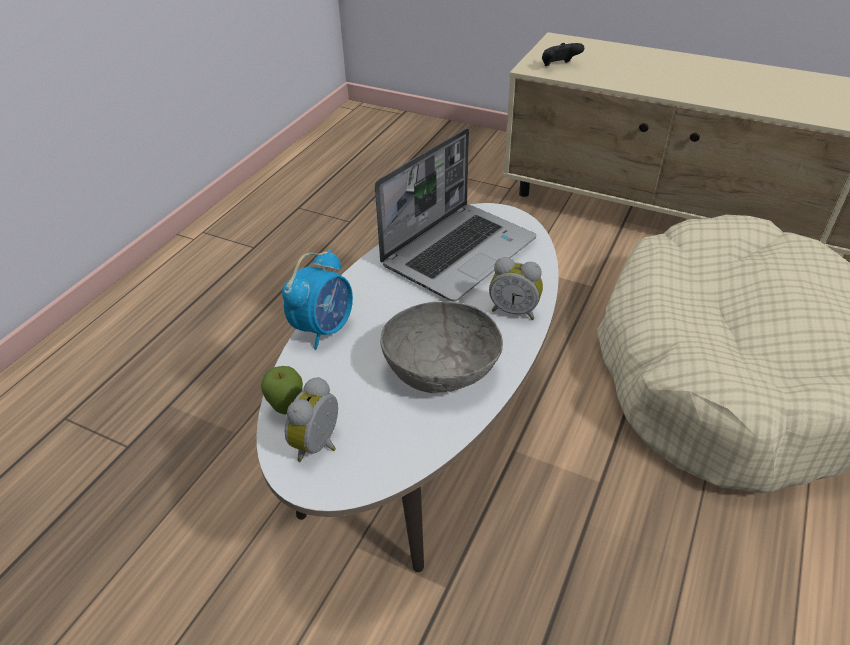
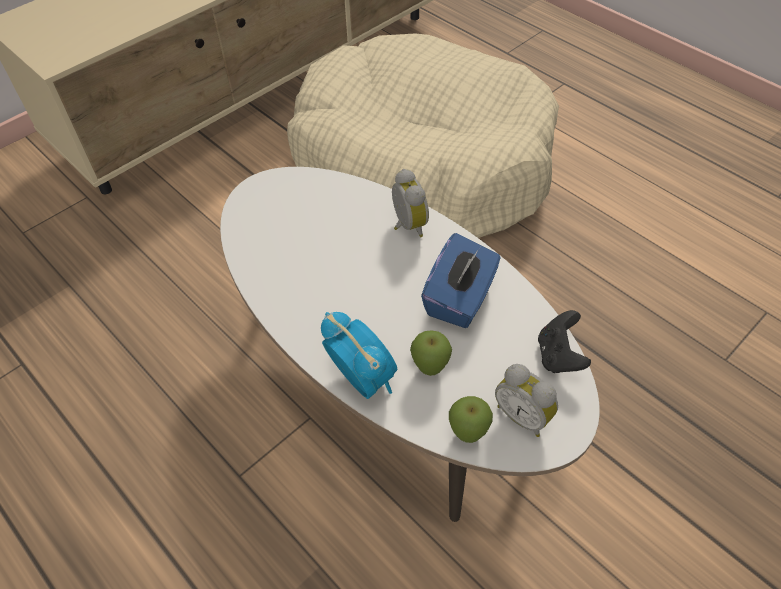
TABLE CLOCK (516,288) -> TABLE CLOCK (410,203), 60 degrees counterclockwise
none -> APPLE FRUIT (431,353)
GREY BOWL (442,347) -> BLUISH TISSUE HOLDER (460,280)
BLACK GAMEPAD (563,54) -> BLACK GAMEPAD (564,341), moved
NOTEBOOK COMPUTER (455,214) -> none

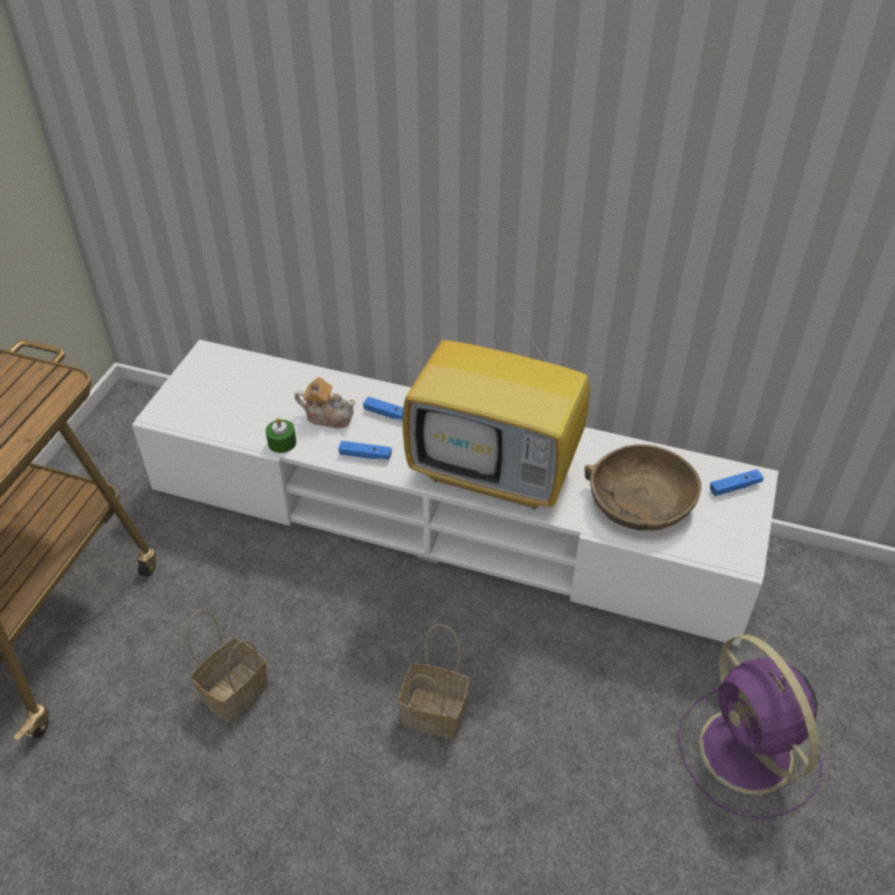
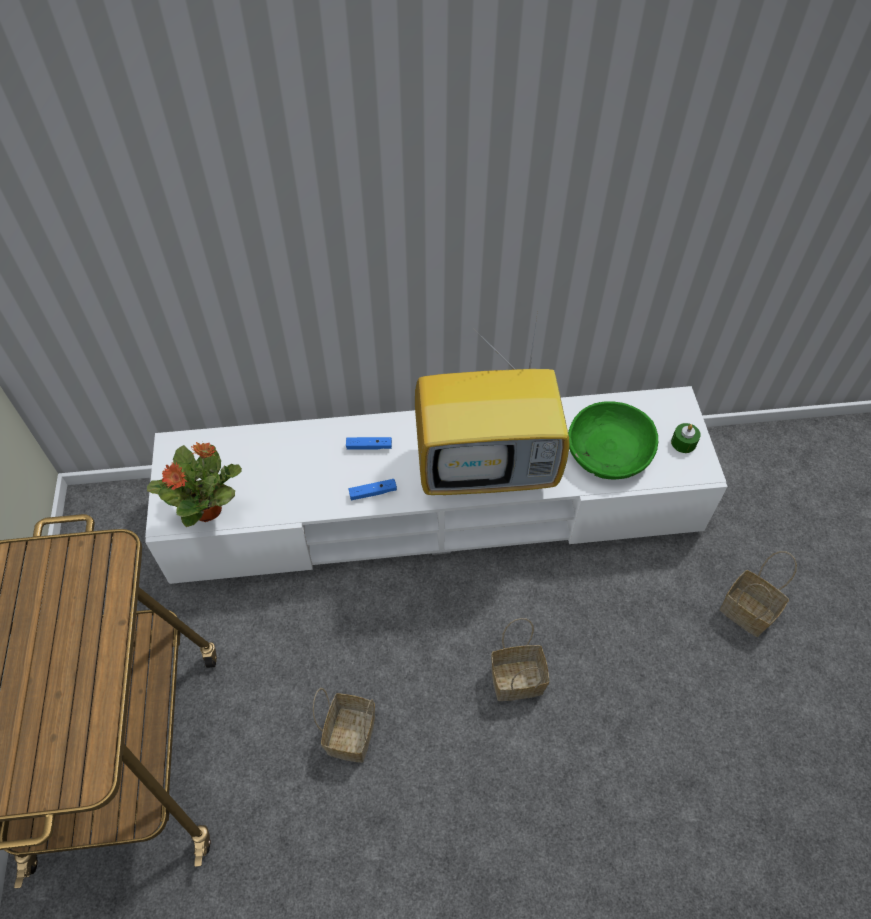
none -> HOUSEPLANT (194,484)
BROWNISH BOWL (643,487) -> GREEN BOWL (613,440)
GREEN WAX CANDLE (281,435) -> GREEN WAX CANDLE (686,438), moved
PURPLE-COLOURED FAN (750,727) -> STORAGE BASKET (758,594)
TEA POT (325,402) -> none
BLUISH GAMEPAD (736,482) -> none

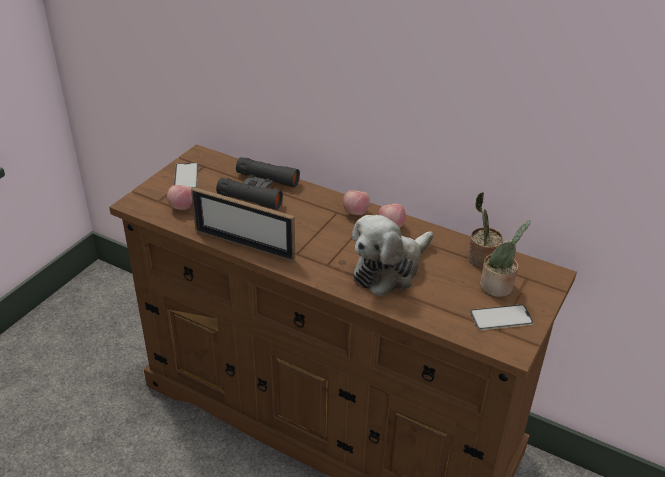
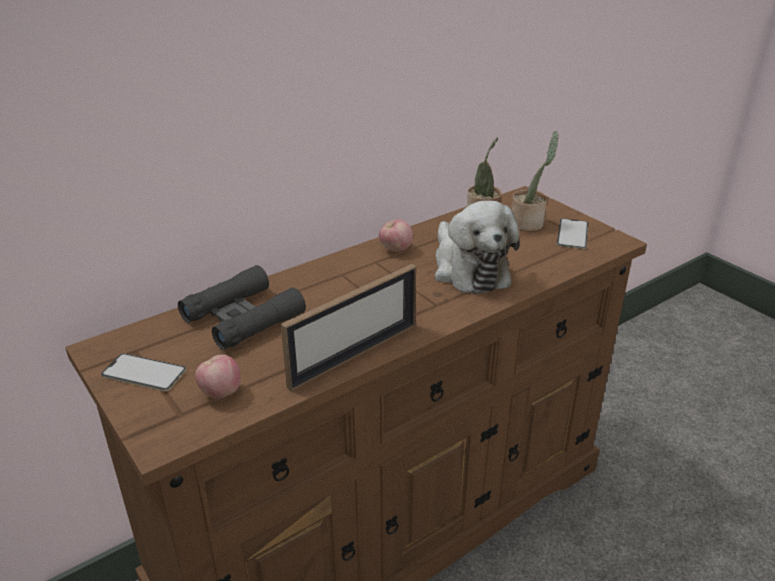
APPLE FRUIT (356,202) -> none

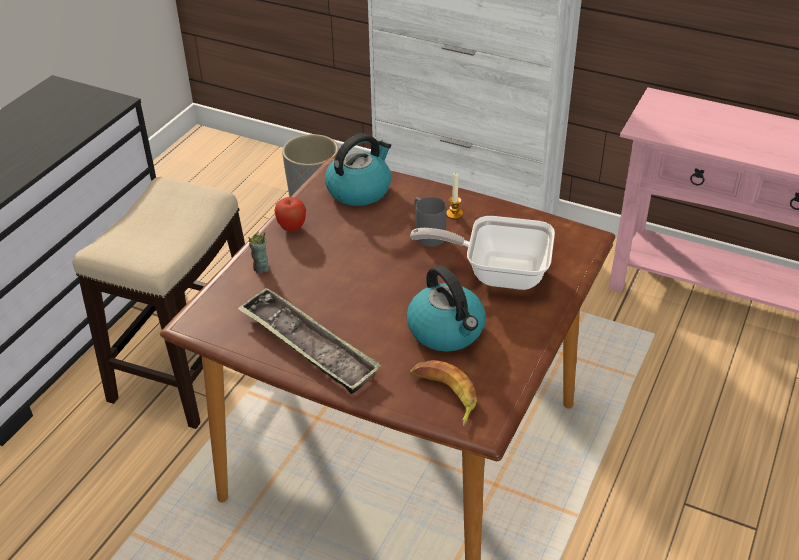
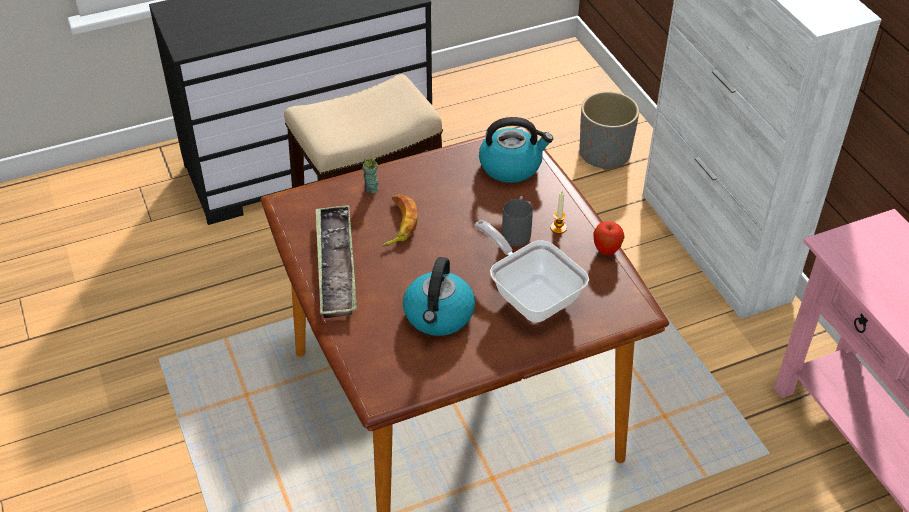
WHOLE BANANA (443,393) -> WHOLE BANANA (399,220), moved
APPLE FRUIT (290,214) -> APPLE FRUIT (609,238), moved

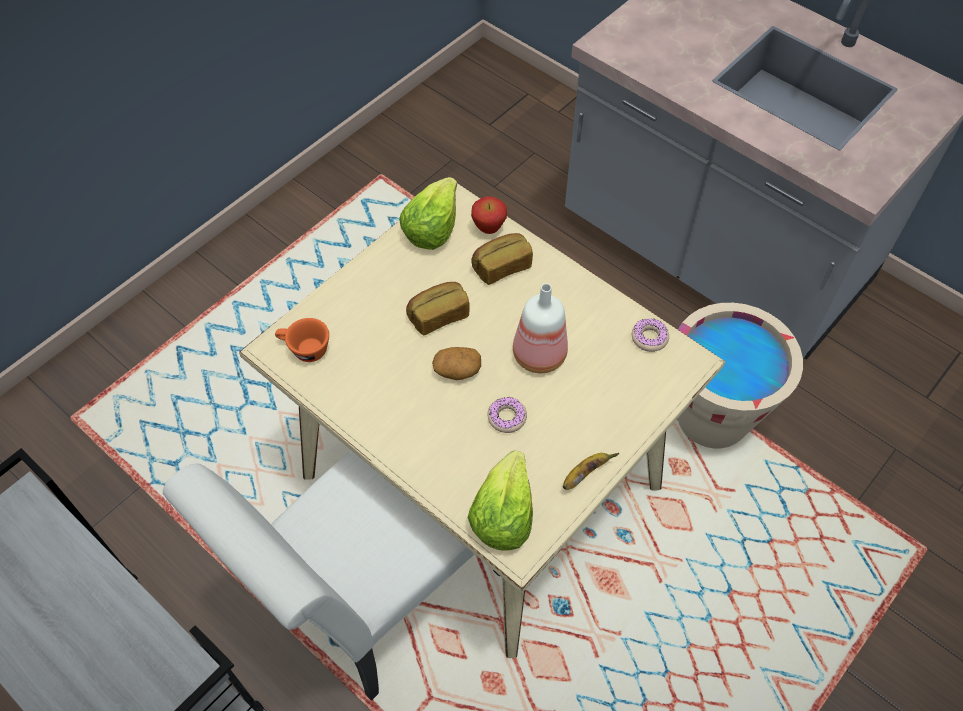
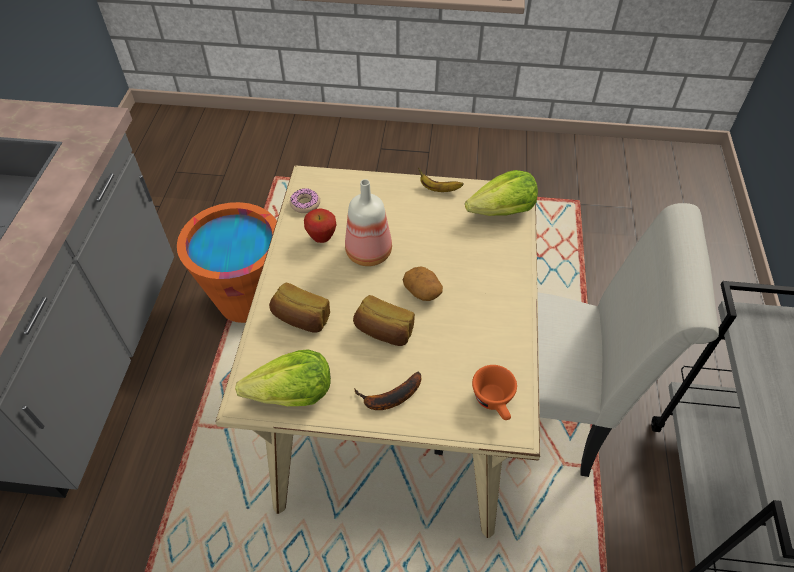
BEIGE-COLOURED PAIL (740,376) -> ORANGE PAIL (227,262)
APPLE FRUIT (489,215) -> APPLE FRUIT (320,225), moved
none -> WHOLE BANANA (387,390)
RING DOUGHNUT (507,415) -> none

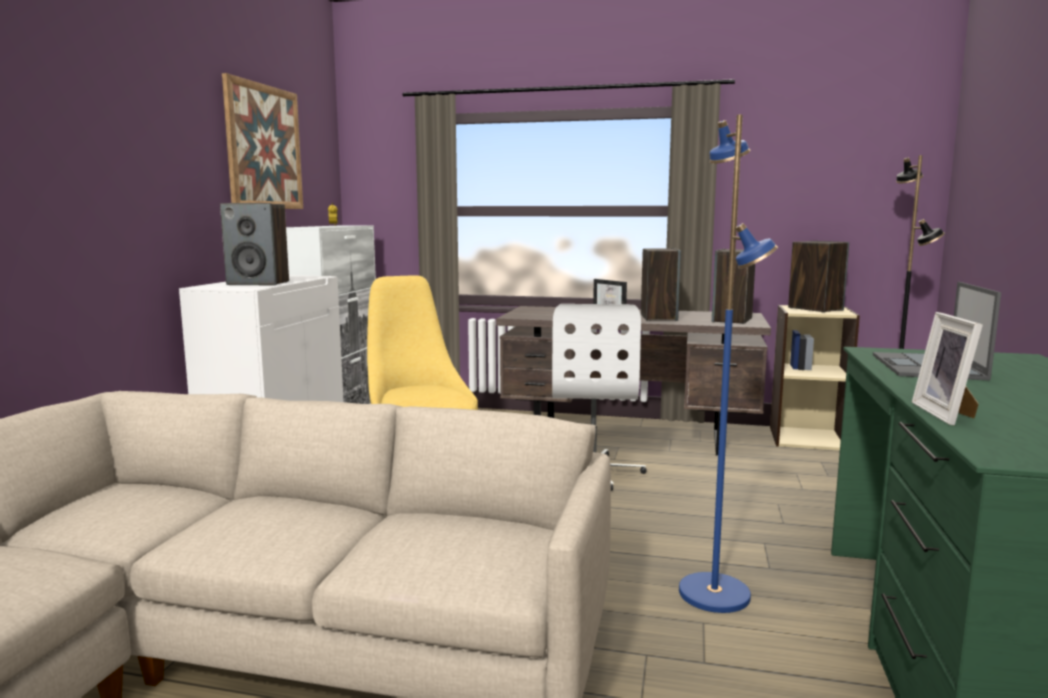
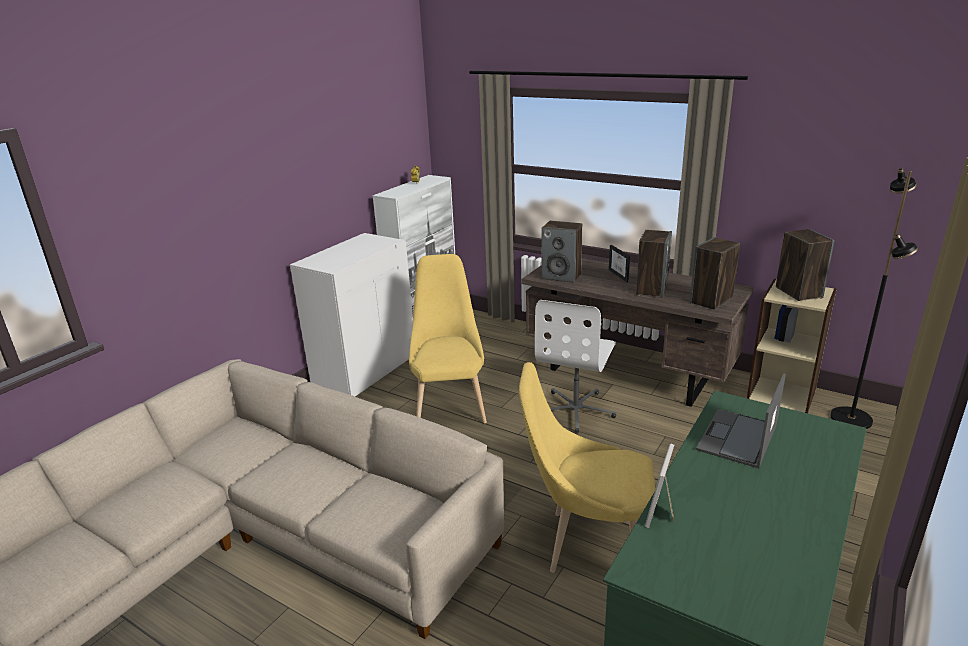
BLUISH STANDING LAMP (728,364) -> YELLOW-COLOURED CHAIR (587,467)
LOUDSPEAKER (254,244) -> LOUDSPEAKER (562,252), moved
PICTURE (262,141) -> none

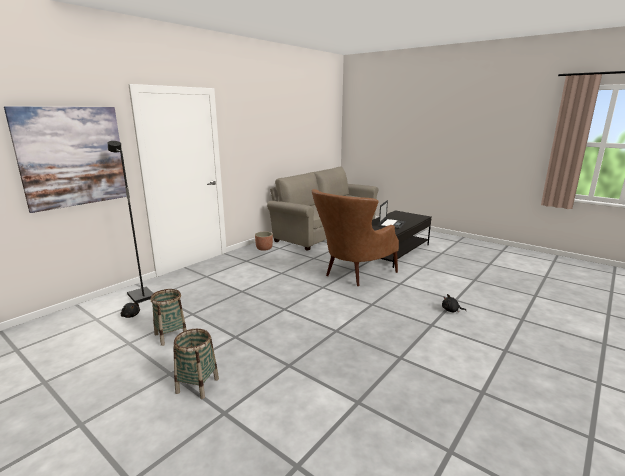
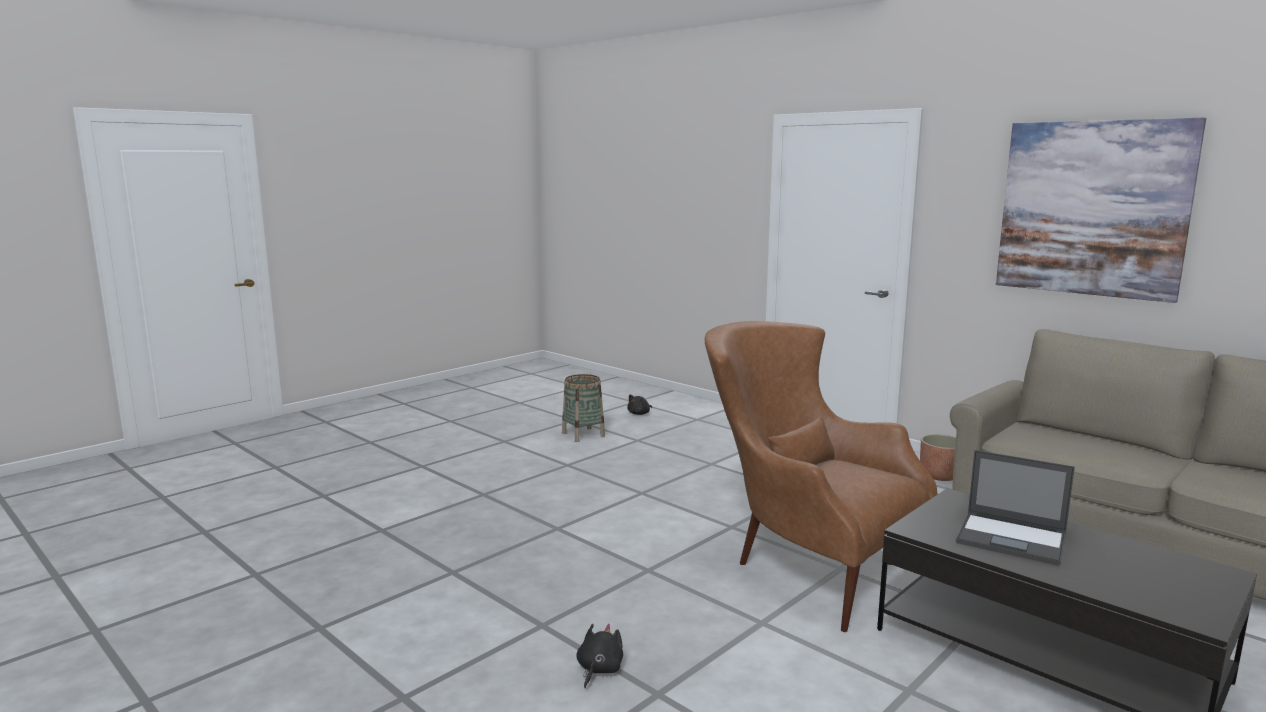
PICTURE (65,159) -> PICTURE (1101,210), moved
BLACK STANDING LAMP (131,222) -> none
STORAGE BASKET (196,364) -> none

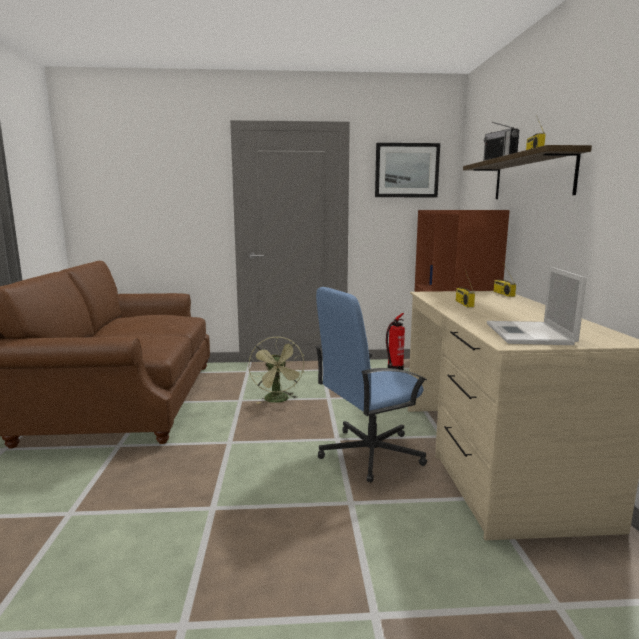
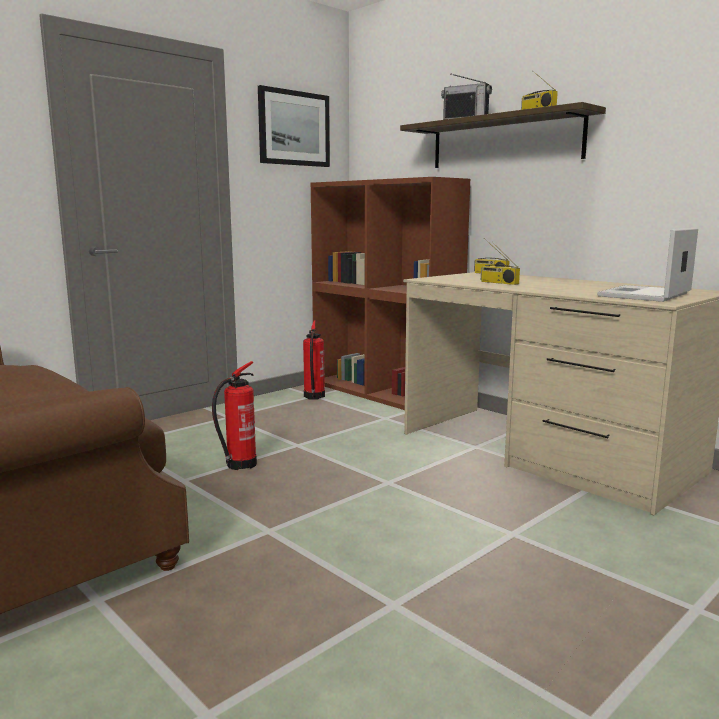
GREEN FAN (276,370) -> EXTINGUISHER (234,415)
NOTEBOOK COMPUTER (537,306) -> NOTEBOOK COMPUTER (647,265), 75 degrees clockwise
BLUISH COMPUTER CHAIR (371,385) -> none

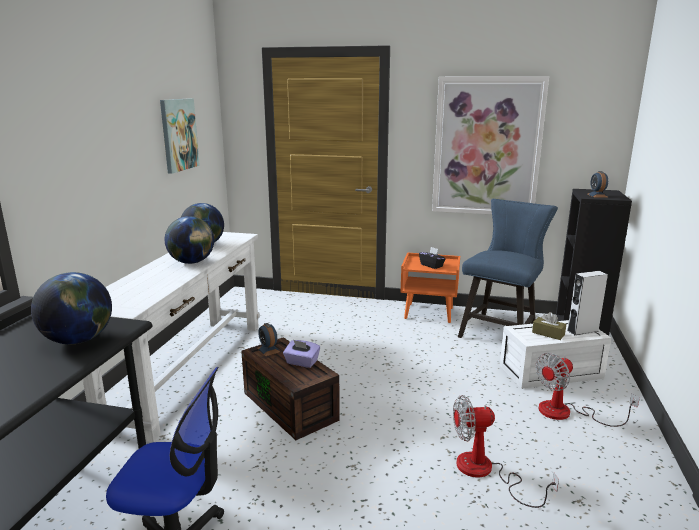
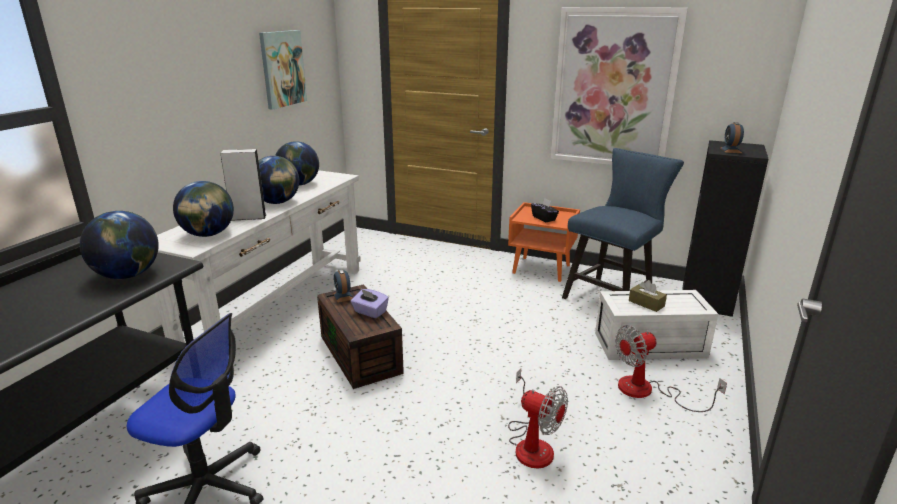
none -> GLOBE (203,209)
GREY LOUDSPEAKER (587,303) -> GREY LOUDSPEAKER (243,185), moved
FAN (506,451) -> FAN (538,418), 150 degrees counterclockwise

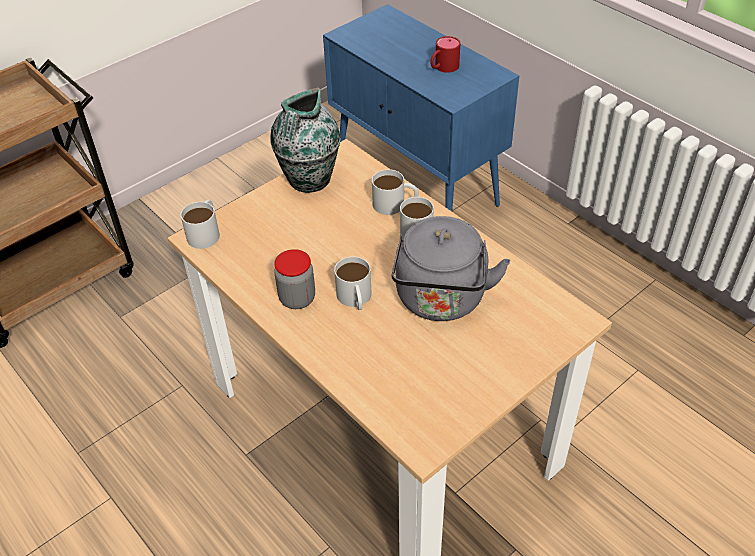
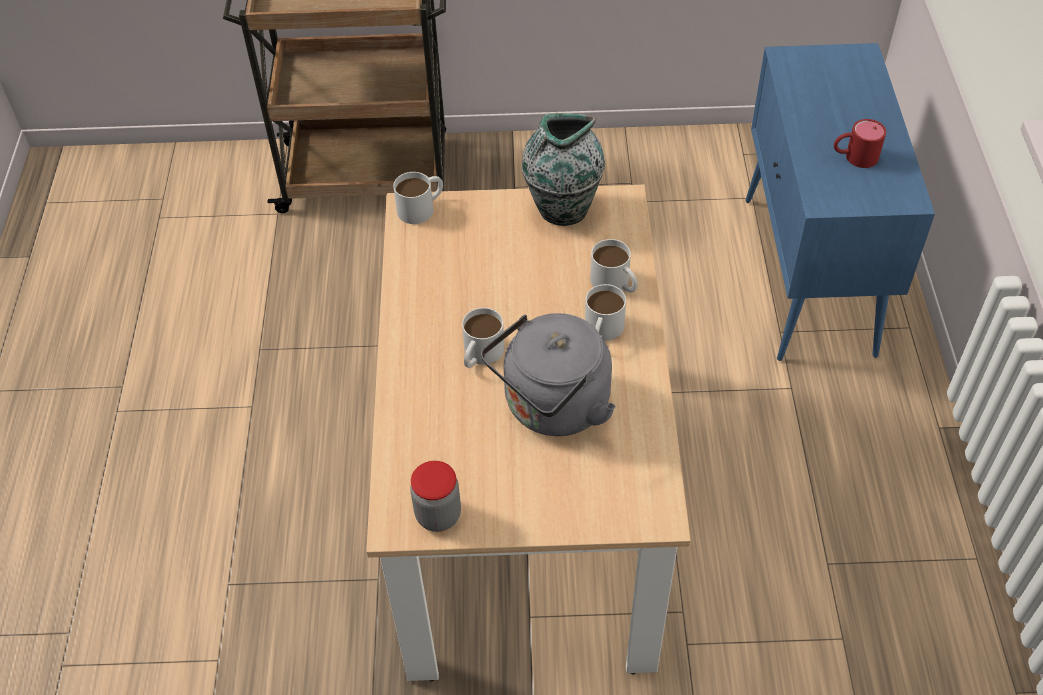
JAR (294,279) -> JAR (435,496), moved

